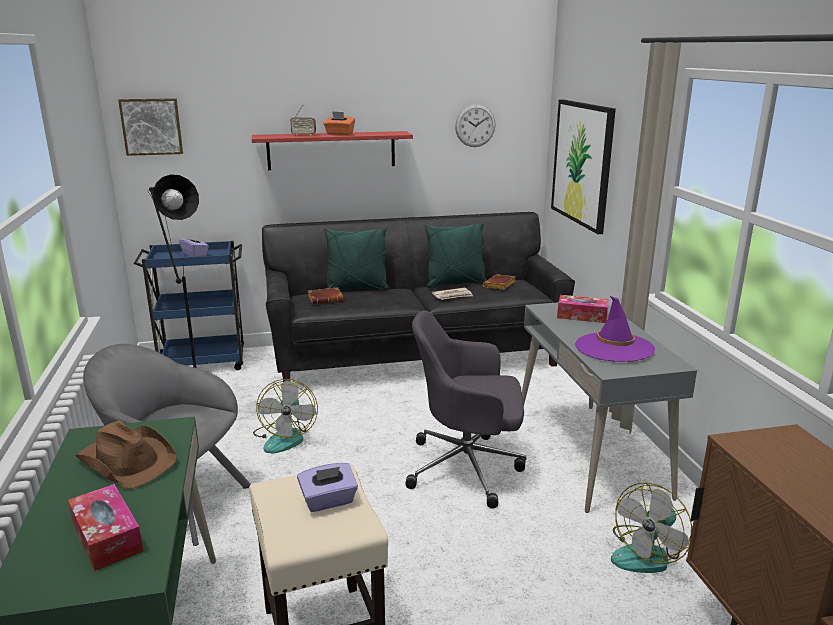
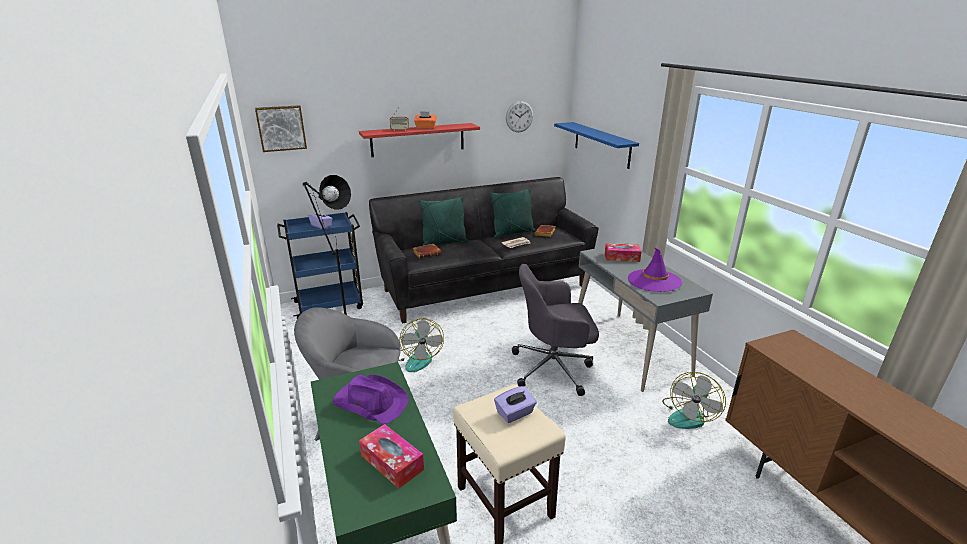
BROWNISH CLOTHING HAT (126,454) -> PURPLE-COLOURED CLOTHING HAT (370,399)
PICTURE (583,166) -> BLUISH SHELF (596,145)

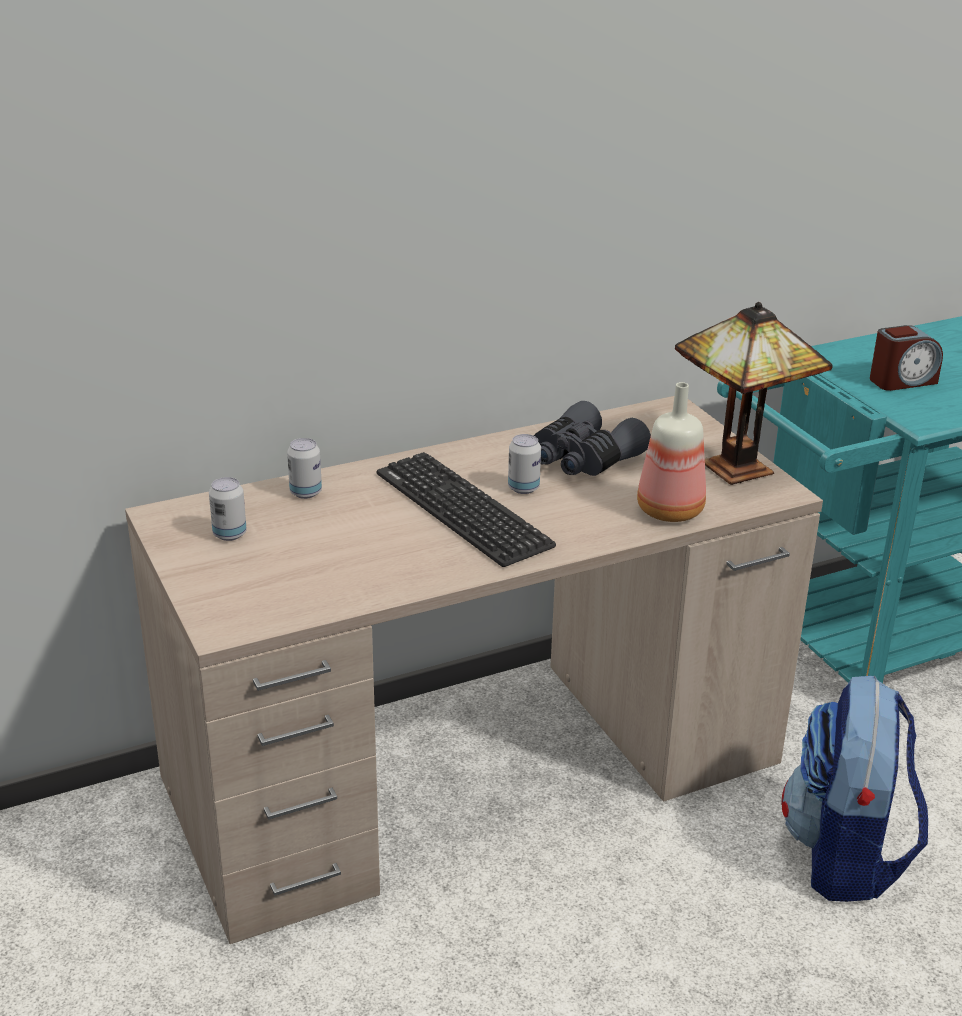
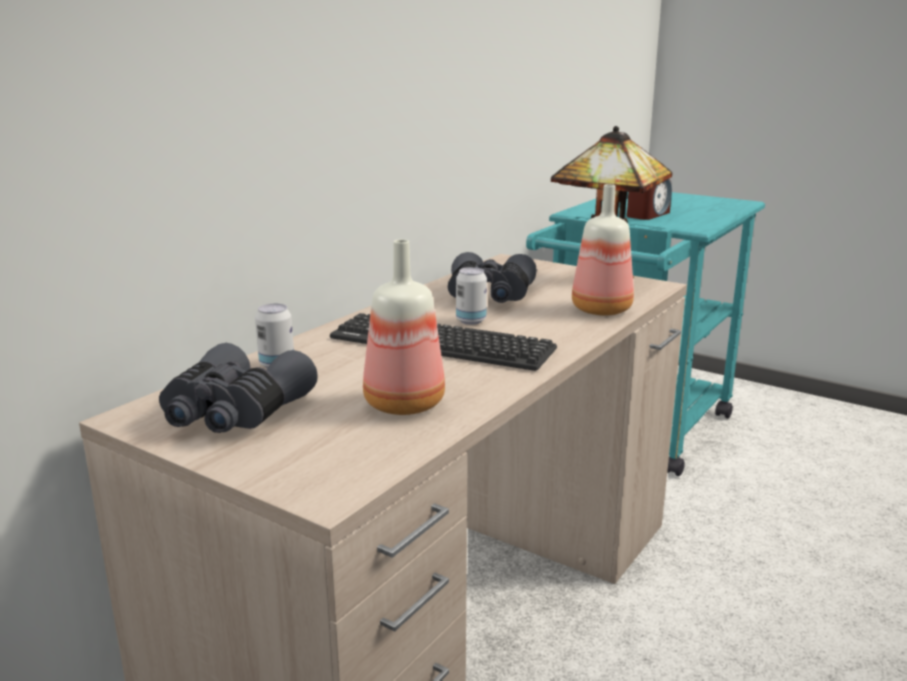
SEALED CAN (228,509) -> GREY PAIR OF BINOCULARS (238,388)
none -> DRINK BOTTLE (404,327)
KNAPSACK (854,788) -> none

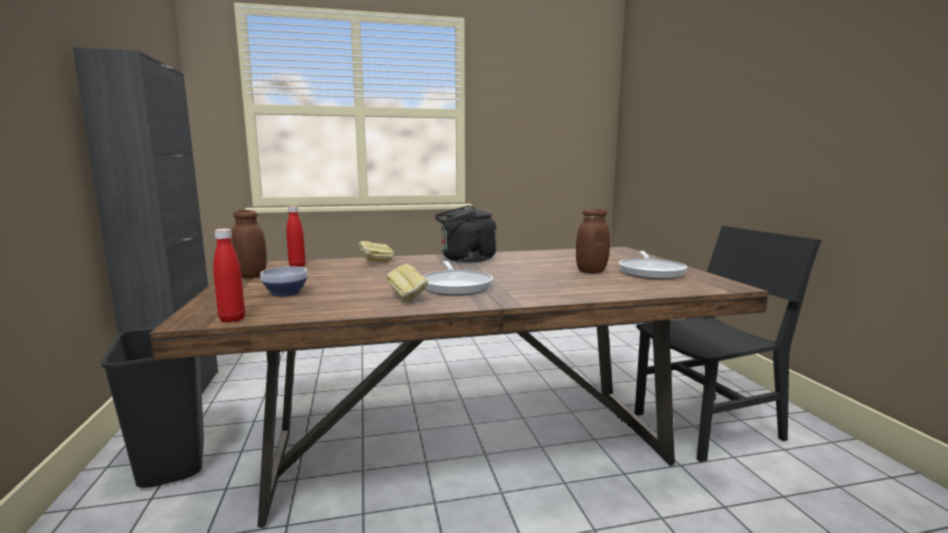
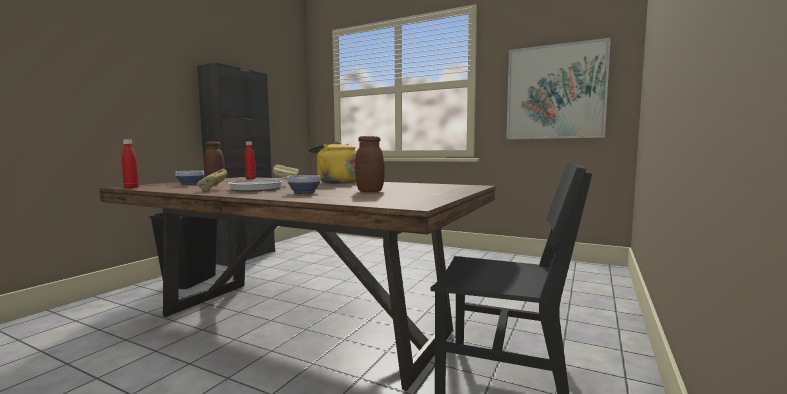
none -> BOWL (304,184)
BLACK KETTLE (466,233) -> YELLOW-COLOURED KETTLE (332,162)
none -> PICTURE (558,88)
PAN (653,265) -> none

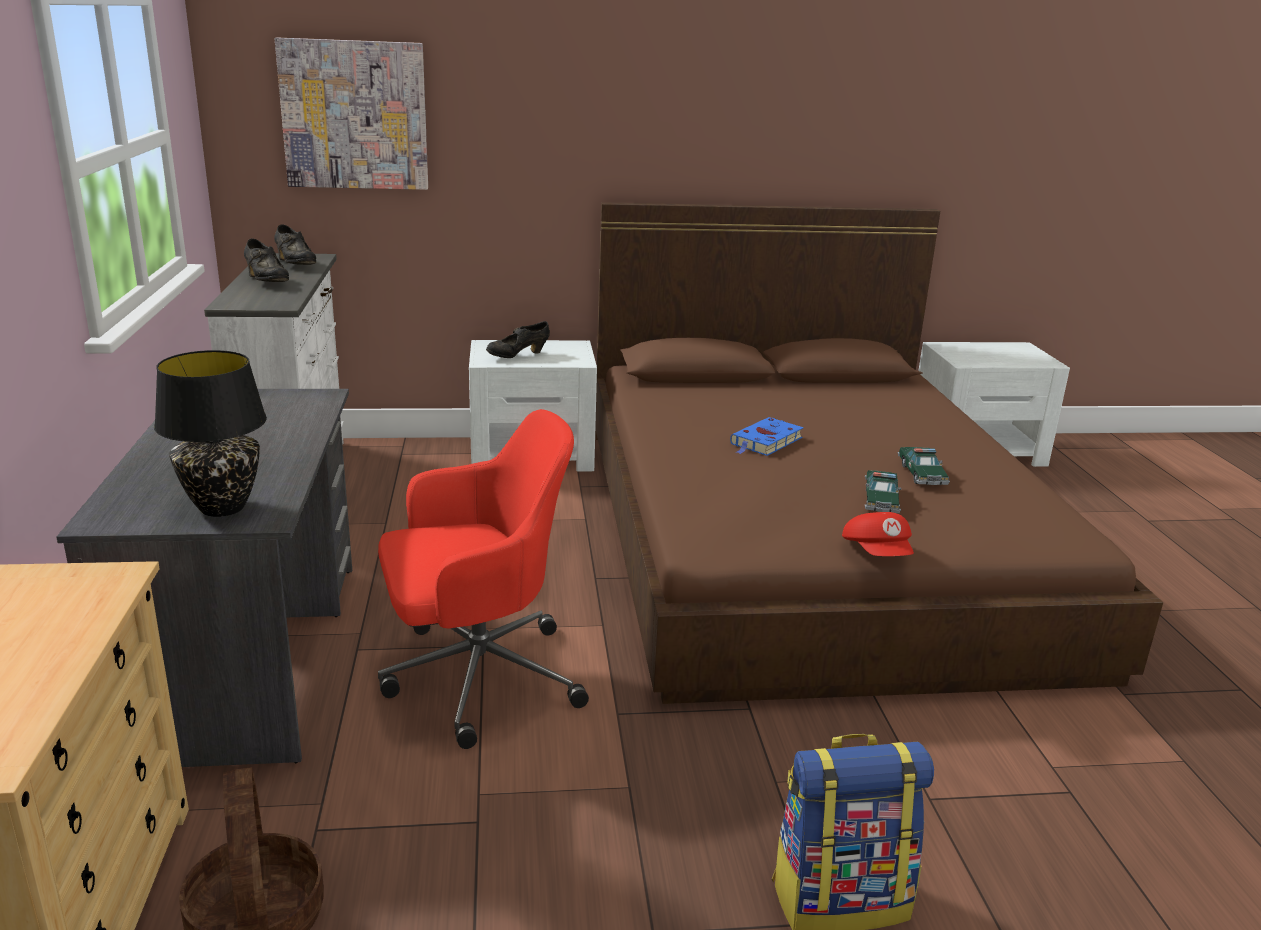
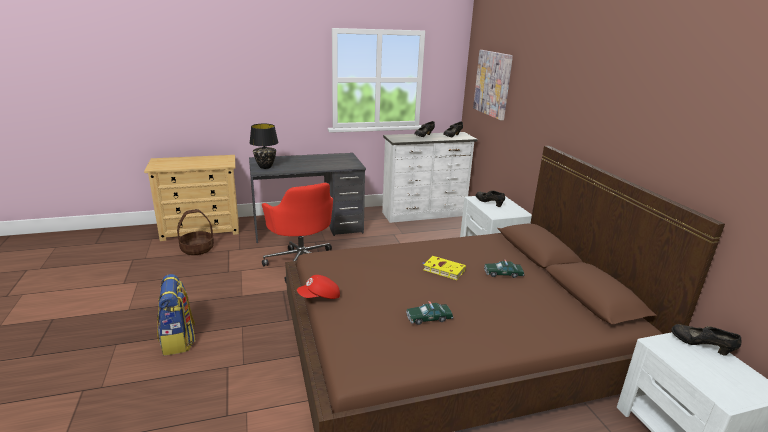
BLUISH BOOK (767,436) -> YELLOW-COLOURED BOOK (444,268)
MINIATURE CAR (883,491) -> MINIATURE CAR (504,268), moved
none -> BLACK ITEM OF FOOTWEAR (706,340)

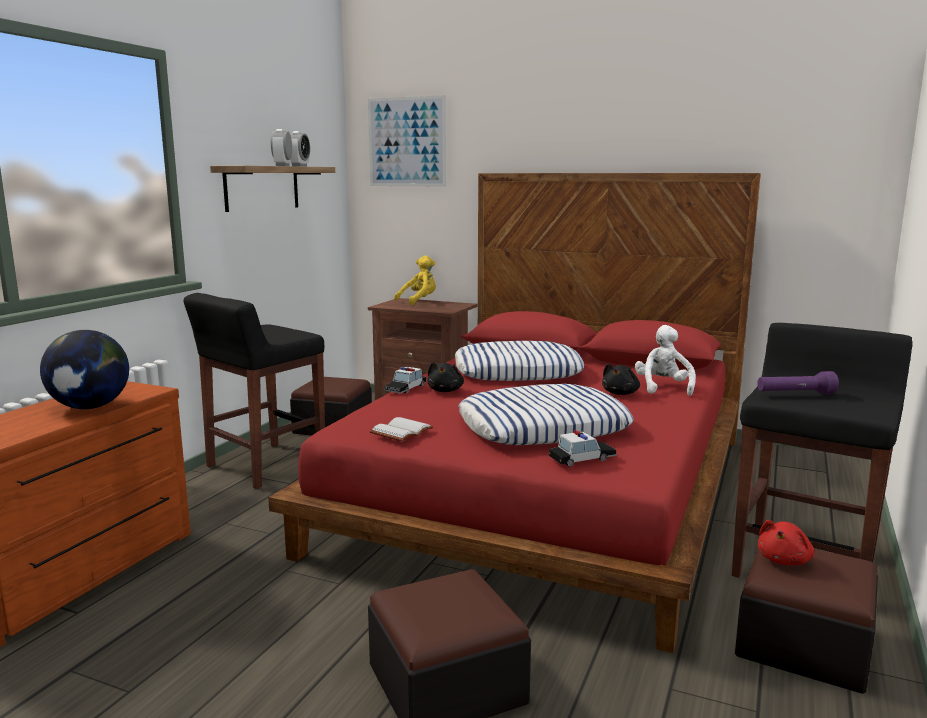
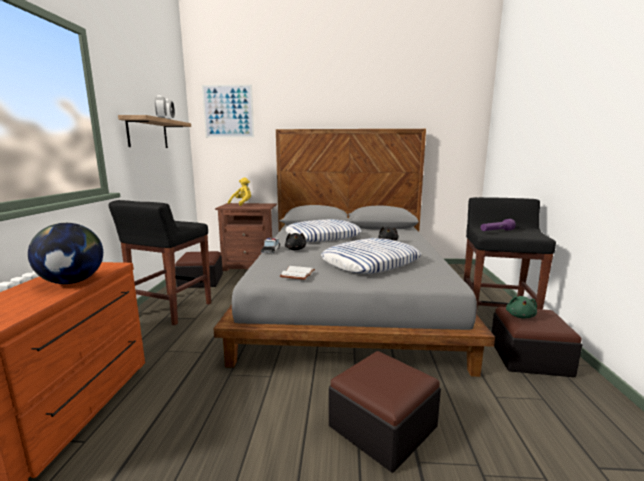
RED SLEEPING BED (514,413) -> GREY SLEEPING BED (354,253)
RED CUDDLY TOY (786,543) -> GREEN CUDDLY TOY (521,307)
MINIATURE CAR (583,448) -> none
WHITE CUDDLY TOY (665,360) -> none

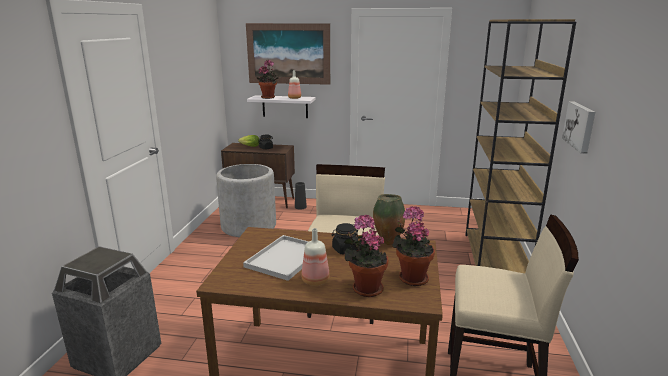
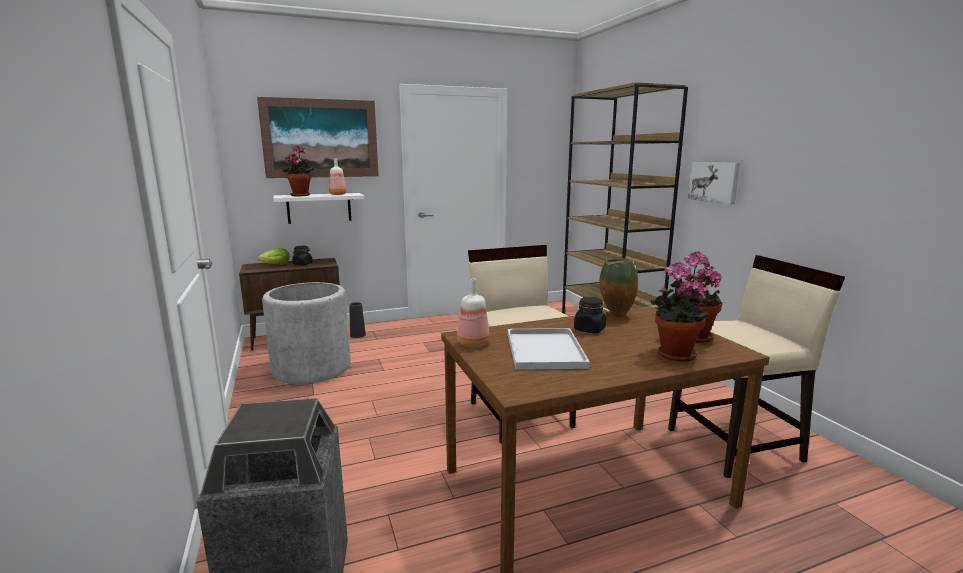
DRINK BOTTLE (315,257) -> DRINK BOTTLE (473,313), moved

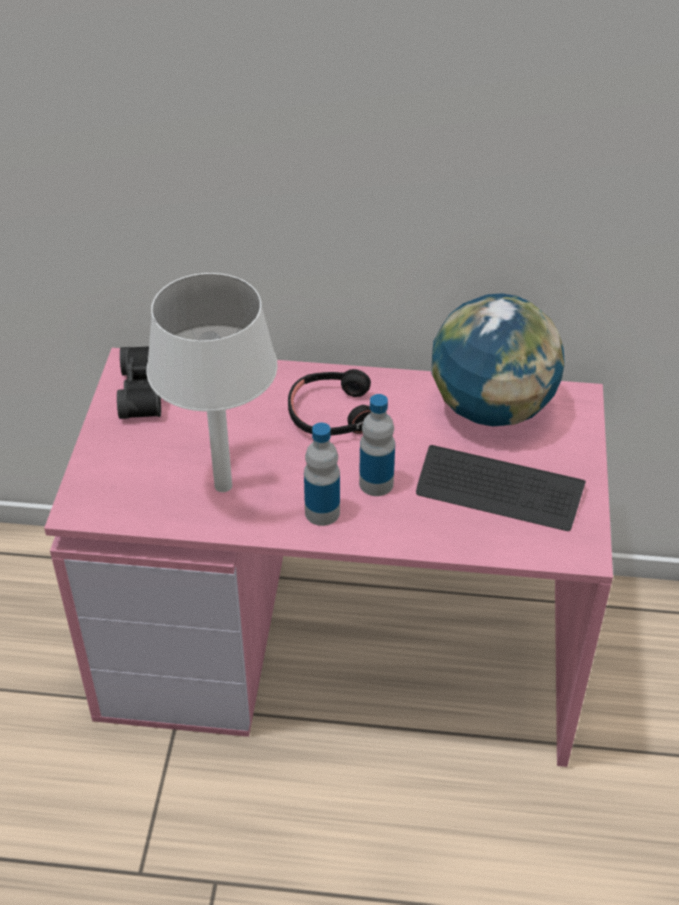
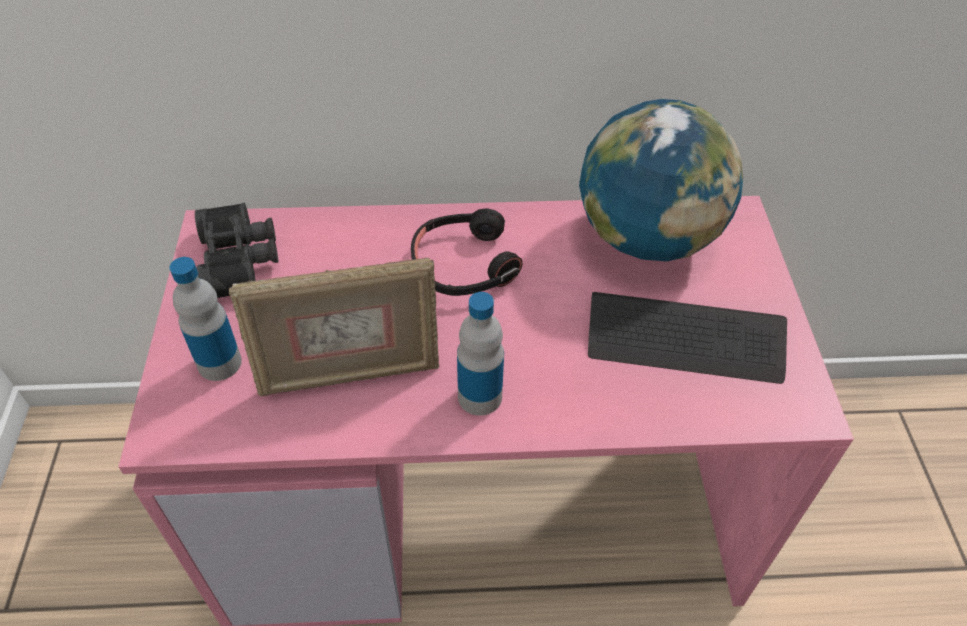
DRINK BOTTLE (377,445) -> DRINK BOTTLE (205,319), moved
WHITE TABLETOP LAMP (212,382) -> STANDING FRAME (334,327)

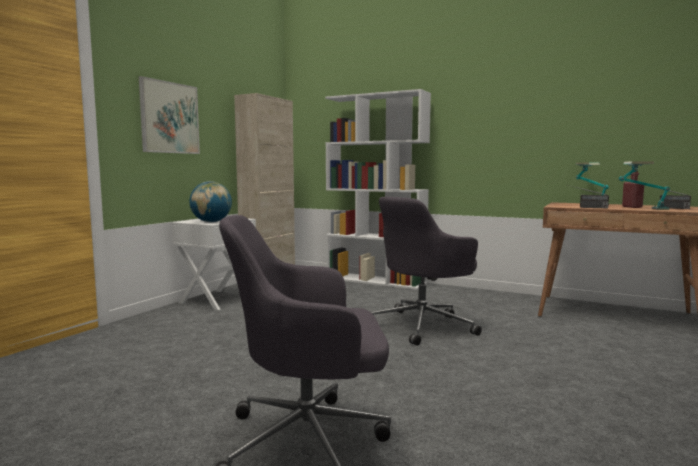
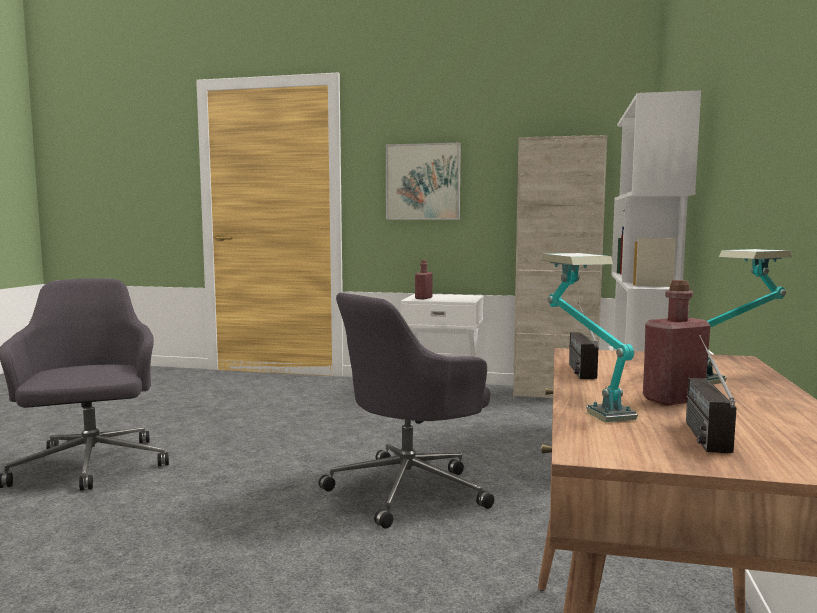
GREY COMPUTER CHAIR (426,271) -> GREY COMPUTER CHAIR (406,411), 75 degrees counterclockwise
GLOBE (210,201) -> RED DRINK BOTTLE (424,279)

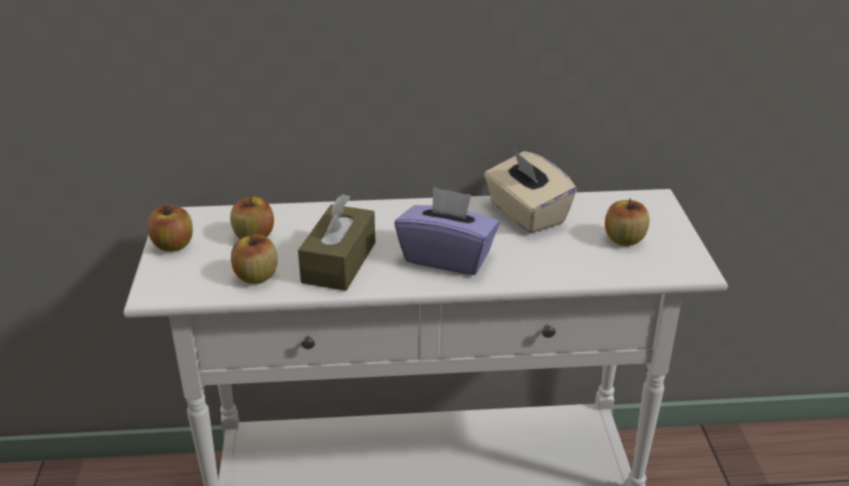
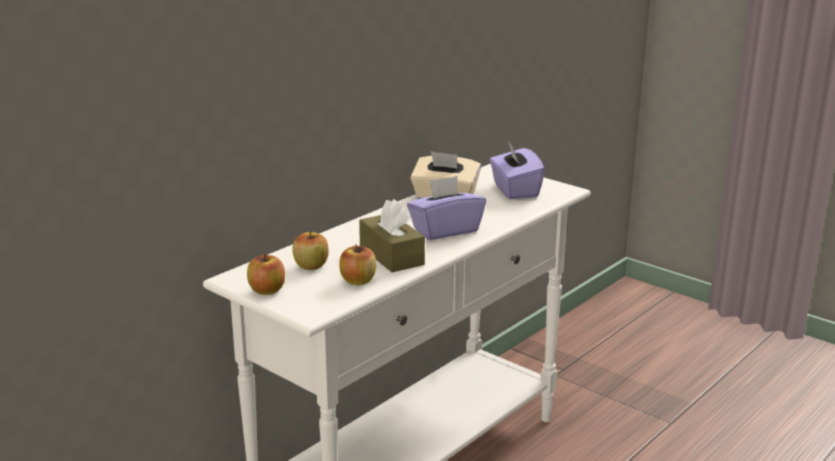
APPLE FRUIT (627,222) -> PURPLE-COLOURED TISSUE HOLDER (517,170)

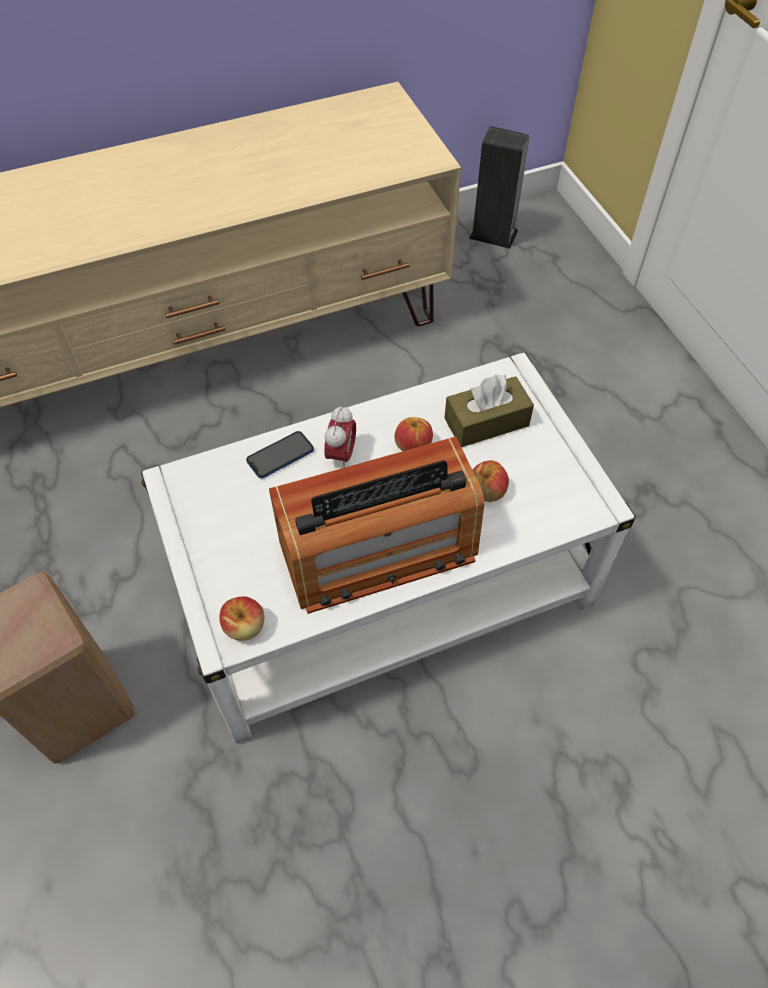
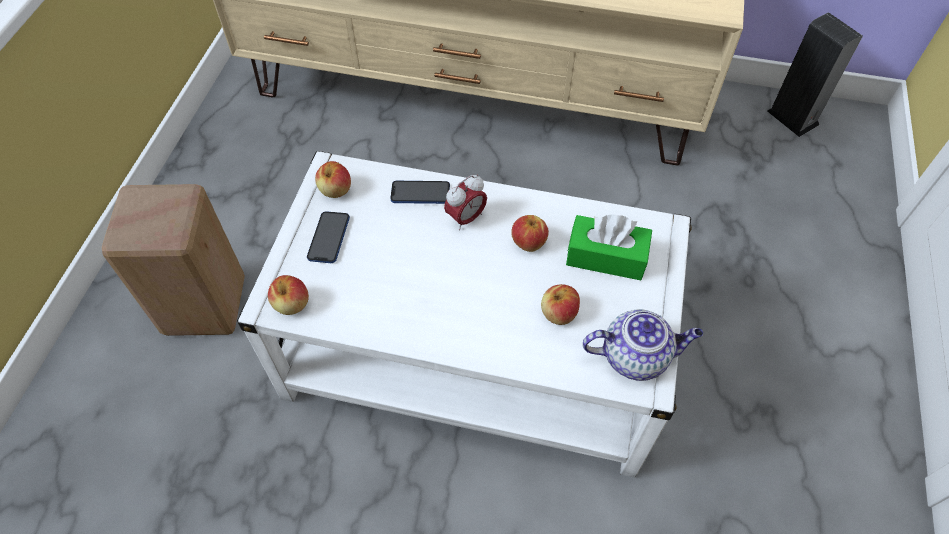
none -> PHONE (328,237)
none -> APPLE FRUIT (333,179)
BROWNISH TISSUE HOLDER (489,410) -> GREEN TISSUE HOLDER (609,247)
none -> TEA POT (642,345)
RADIO SET (376,525) -> none

